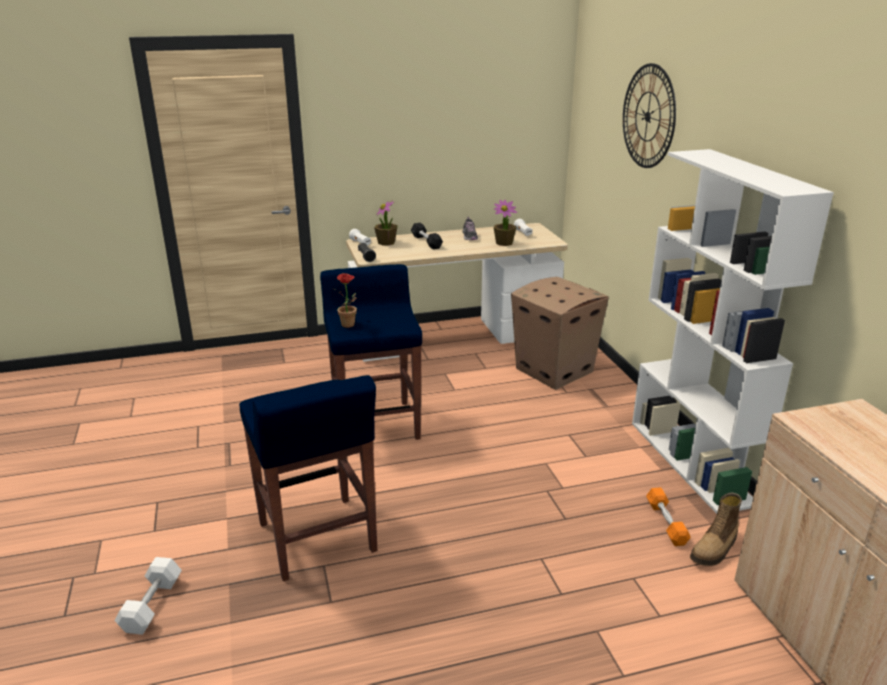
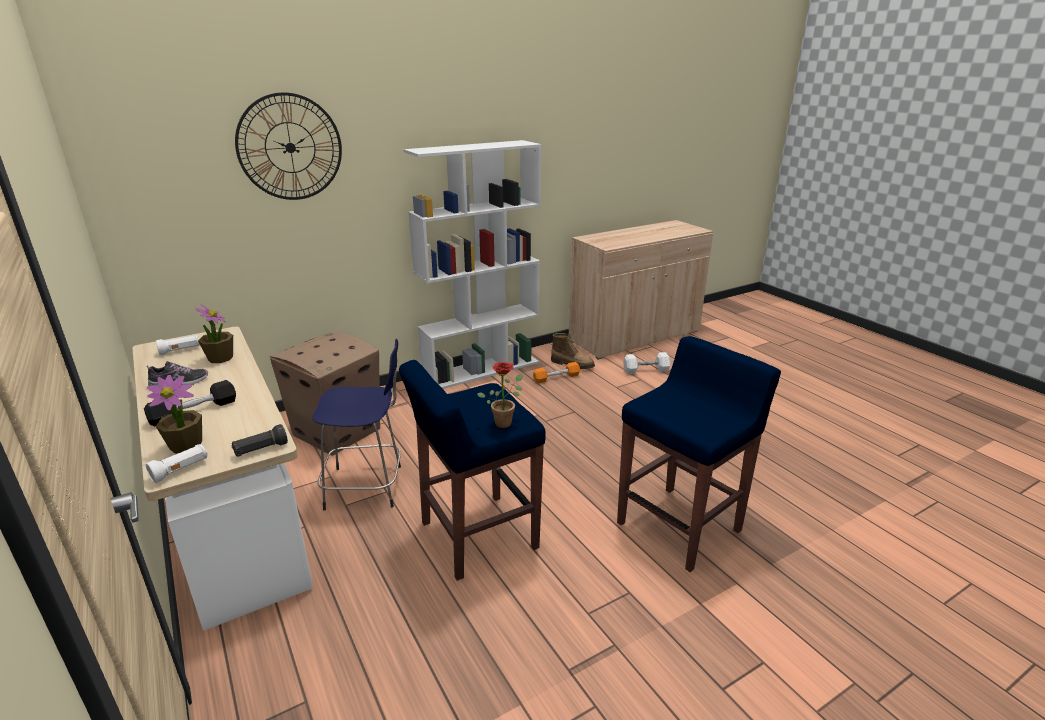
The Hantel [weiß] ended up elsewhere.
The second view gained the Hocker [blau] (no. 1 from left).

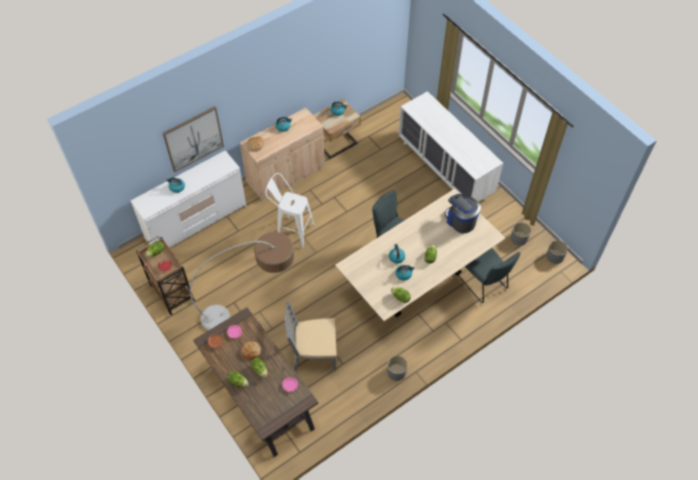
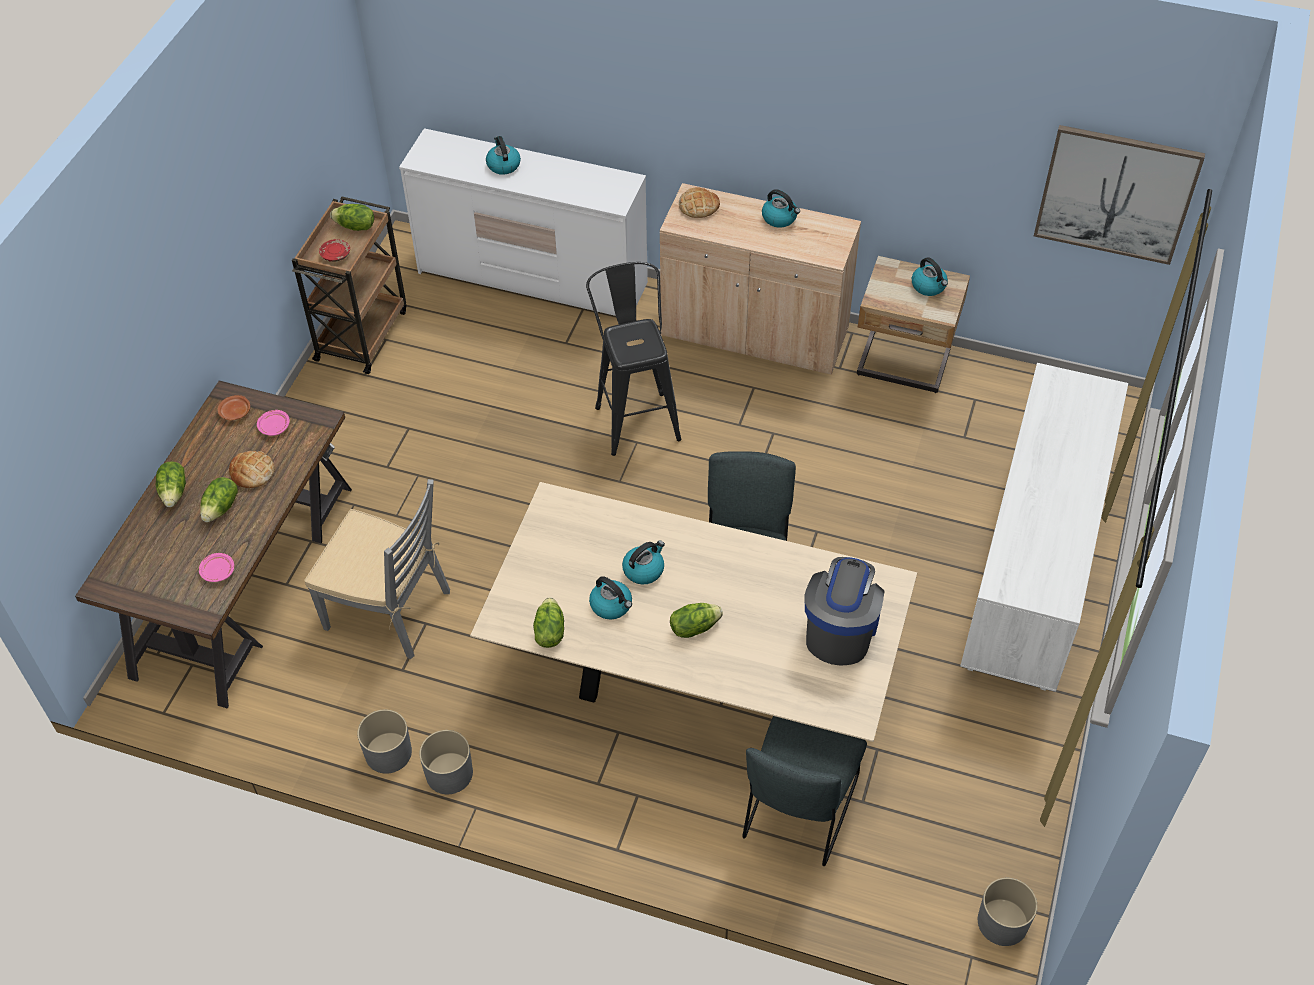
The Bild ended up elsewhere.
The second view lost the Stehlampe.
What was the Hocker [weiß] turned into the Hocker [schwarz].
The Stuhl [grau] (no. 1 from left) ended up facing another way, 150 degrees clockwise from before.
The Pflanzkübel [grau] (no. 2 from left in the first image) ended up elsewhere.

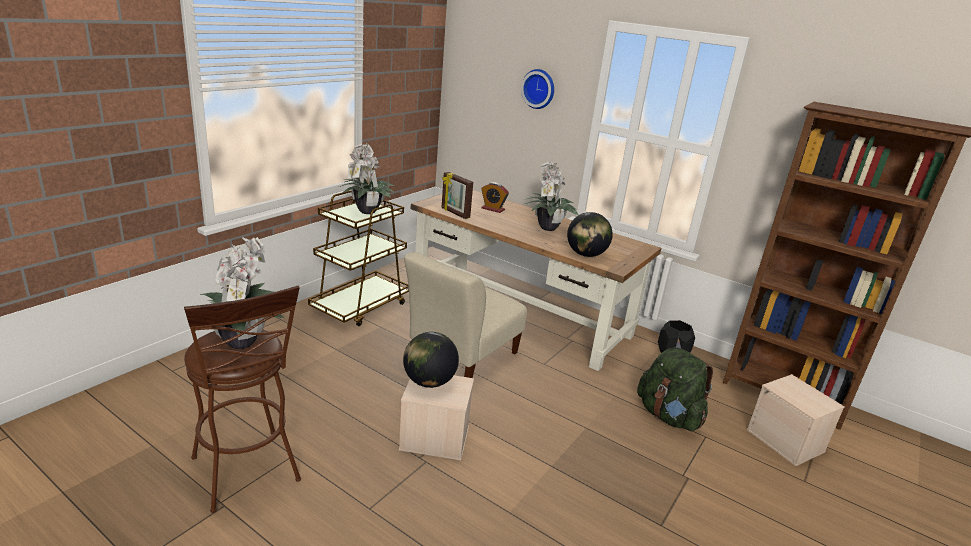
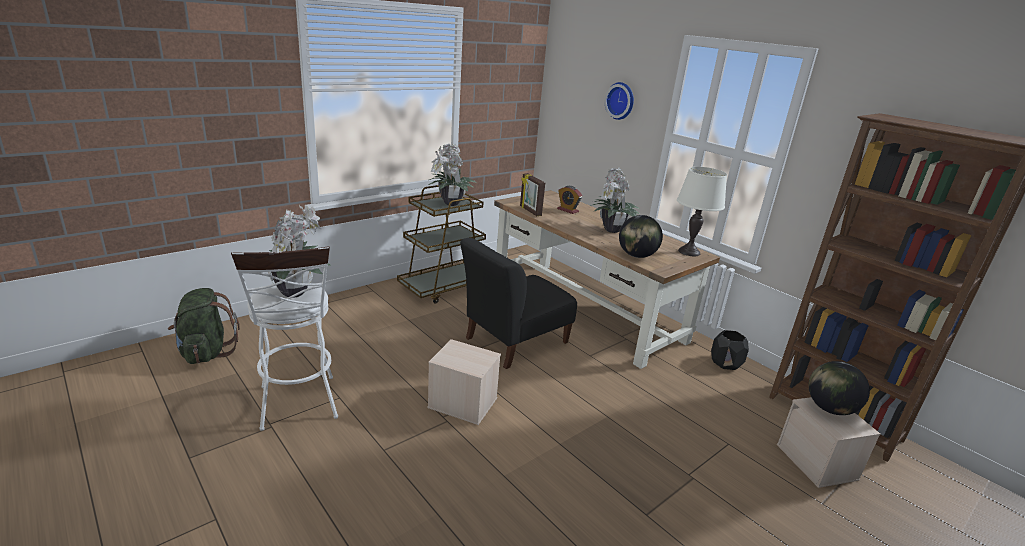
What was the Hocker [braun] turned into the Hocker [weiß].
The Globus (no. 1 from left in the first image) ended up elsewhere.
What was the Stuhl [beige] turned into the Stuhl [schwarz].
The Rucksack [grün] ended up elsewhere.
The second view gained the Tischlampe [weiß].

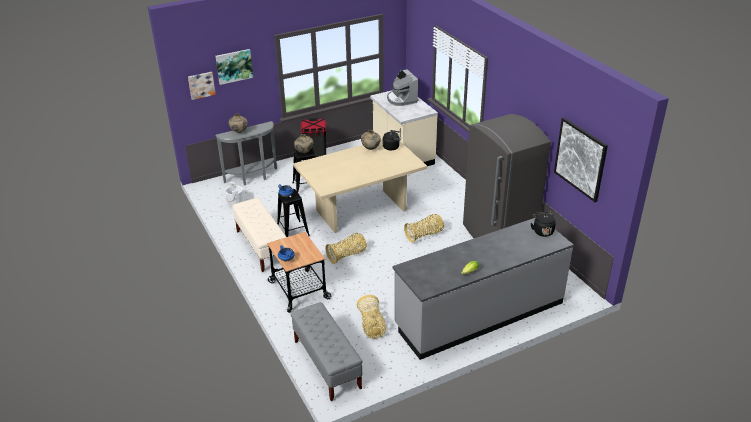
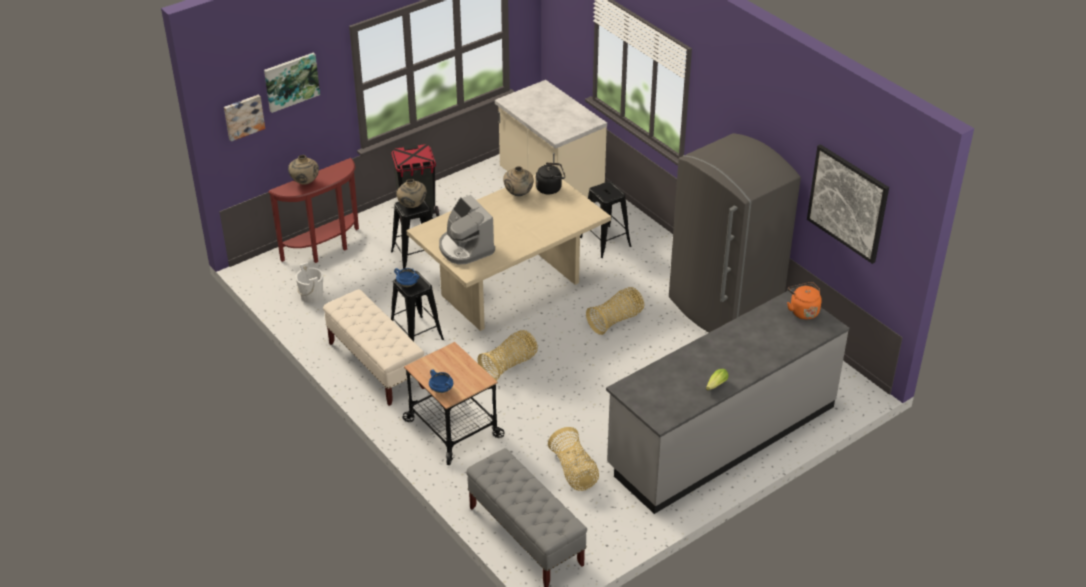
What was the Konsolentisch [grau] turned into the Konsolentisch [rot].
The Kaffeemaschine ended up elsewhere.
What was the Wasserkessel [schwarz] (no. 2 from left) turned into the Wasserkessel [orange].
The second view gained the Hocker [schwarz] (no. 3 from left).

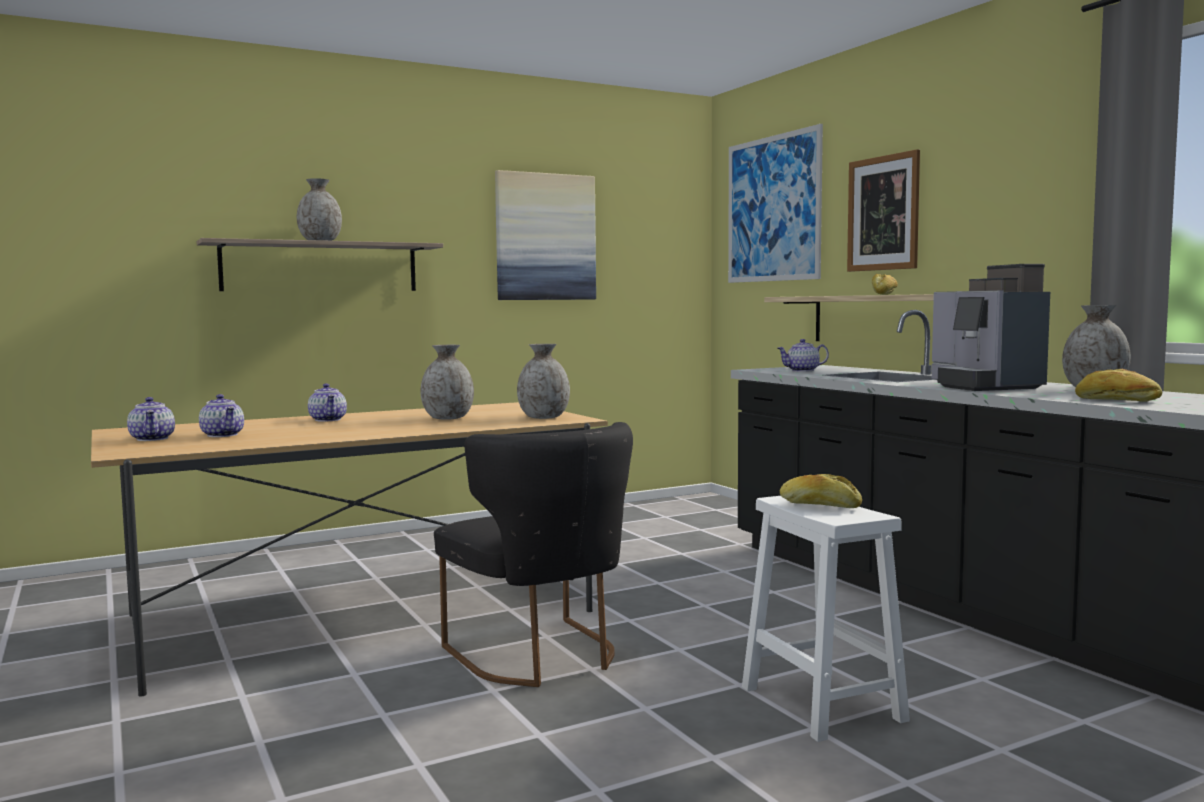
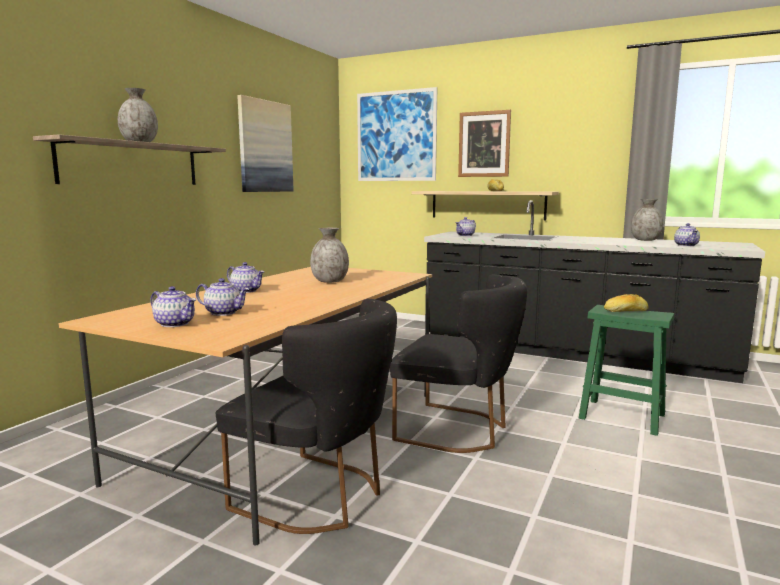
The second view lost the Vase [grau] (no. 3 from left).
What was the Hocker [weiß] turned into the Hocker [grün].
The second view lost the Kaffeemaschine.
Where the Brot (no. 3 from left) stood, the Teekanne (no. 5 from left) came to stand.
The second view gained the Stuhl [schwarz] (no. 1 from left).

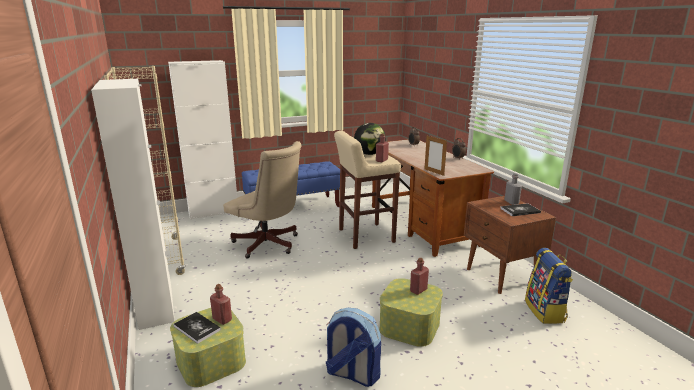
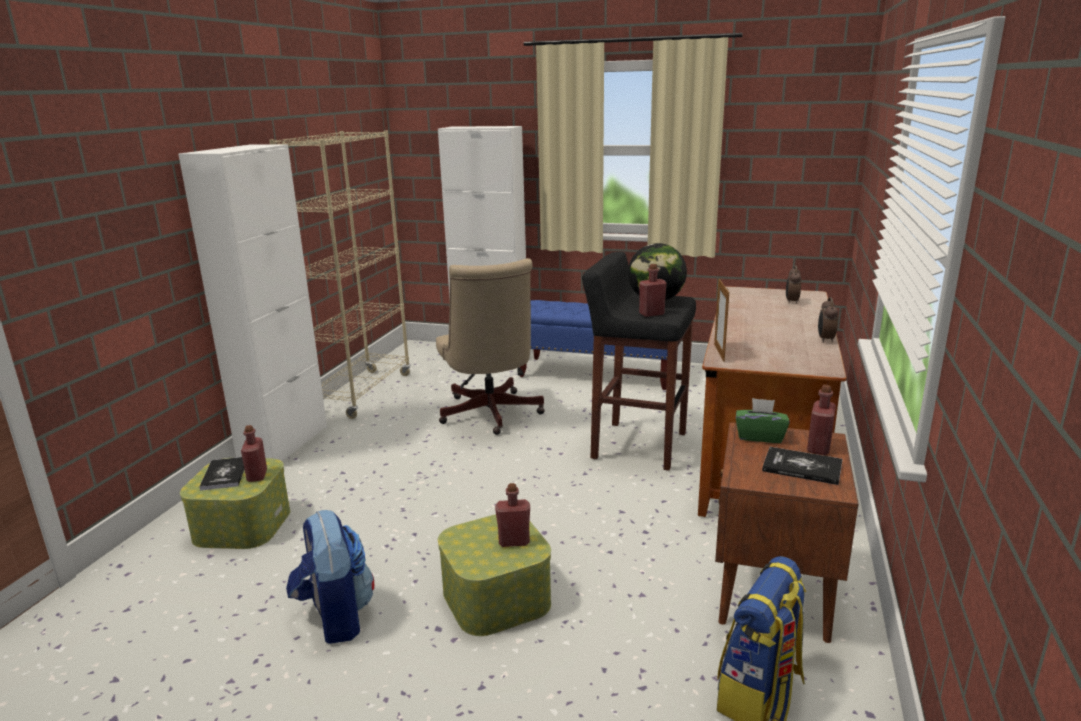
What was the Hocker [beige] turned into the Hocker [schwarz].
What was the Flasche [grau] turned into the Flasche [rot] (no. 4 from left).
The second view gained the Taschentuchbox [grün].

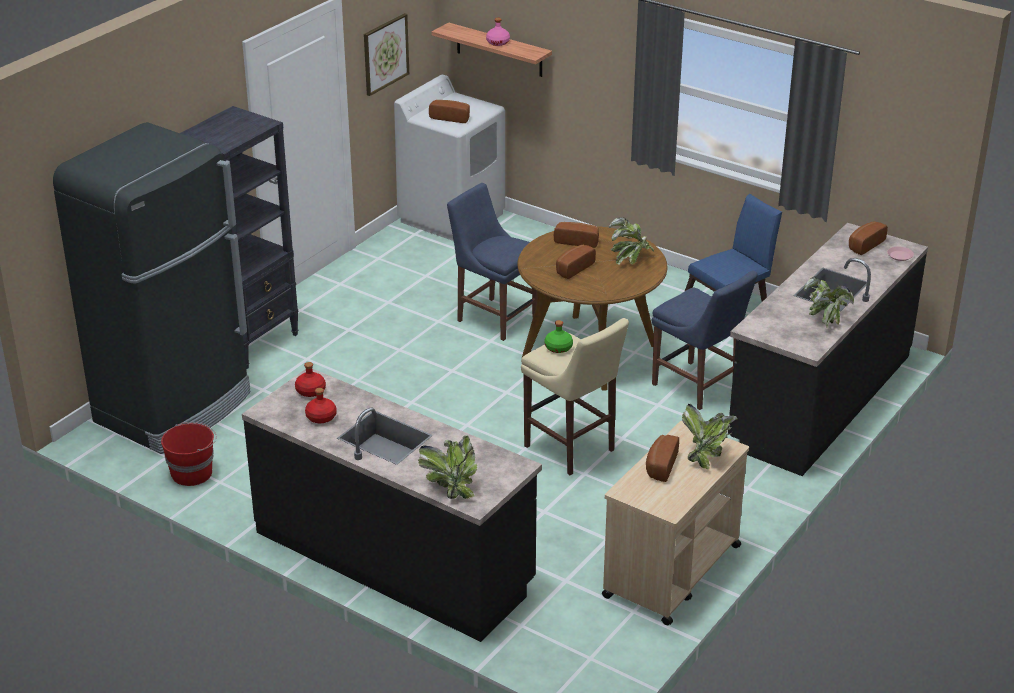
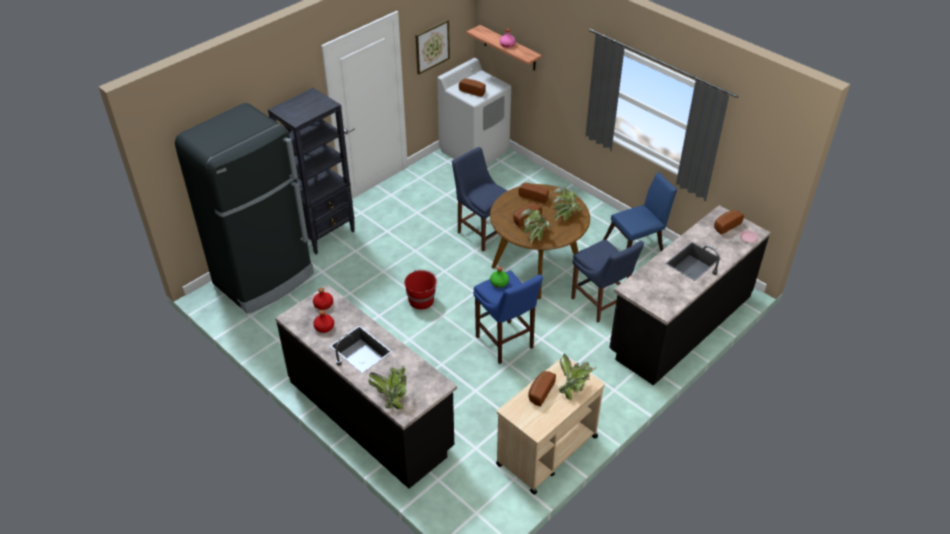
The Eimer [rot] ended up elsewhere.
What was the Hocker [beige] turned into the Hocker [blau].
The Topfpflanze (no. 4 from left in the first image) ended up elsewhere.

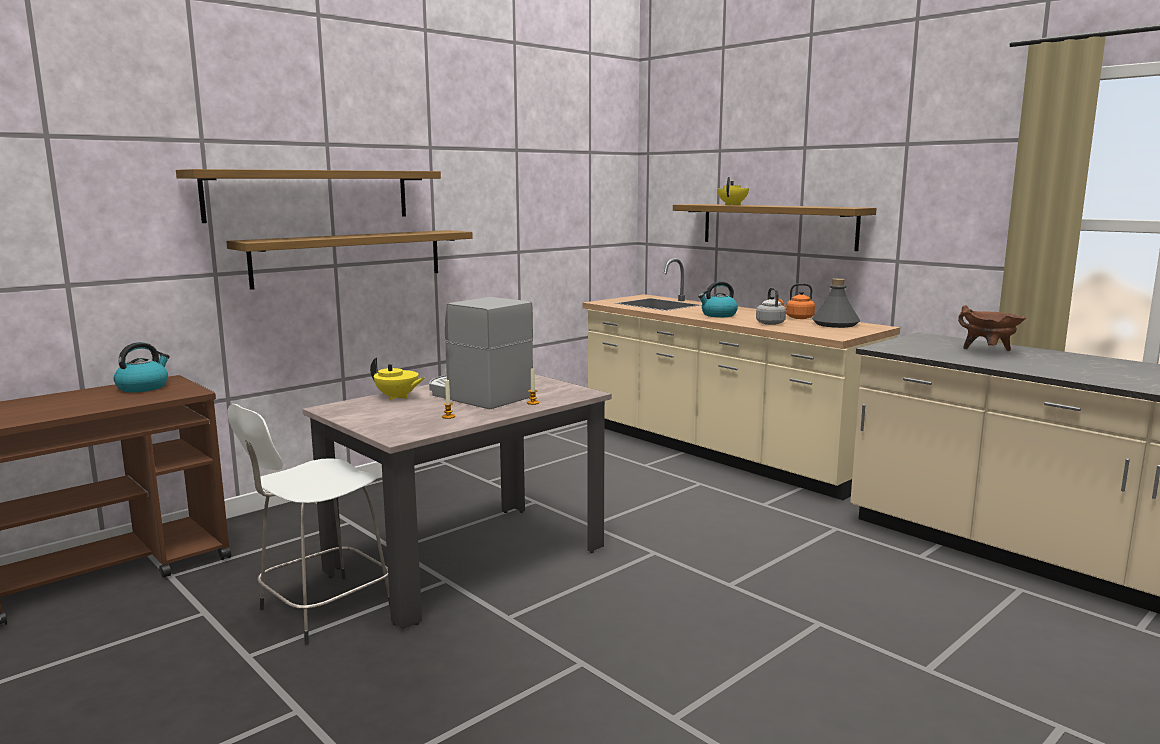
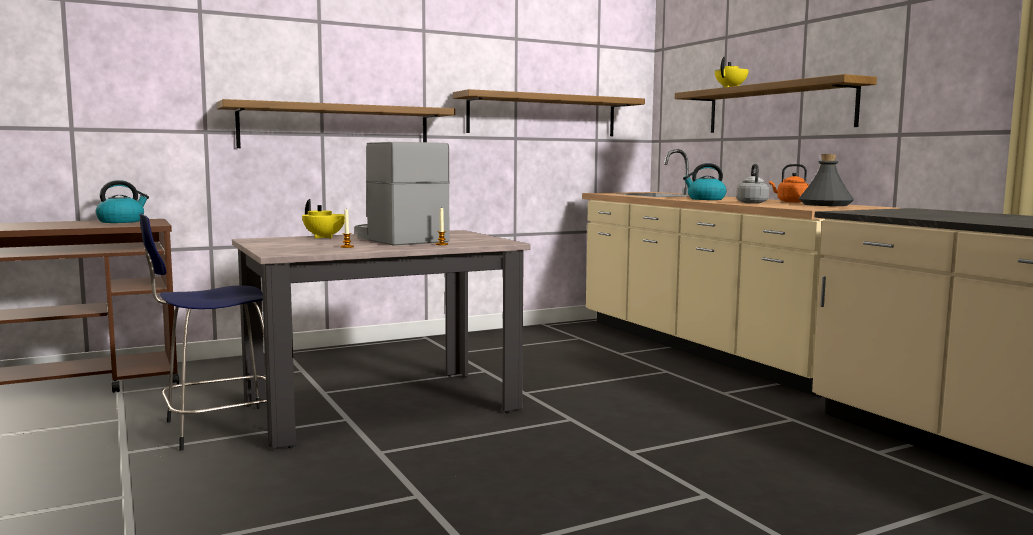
The Wandregal (no. 1 from left in the first image) ended up elsewhere.
What was the Hocker [weiß] turned into the Hocker [blau].
The second view lost the Kochtopf [braun].

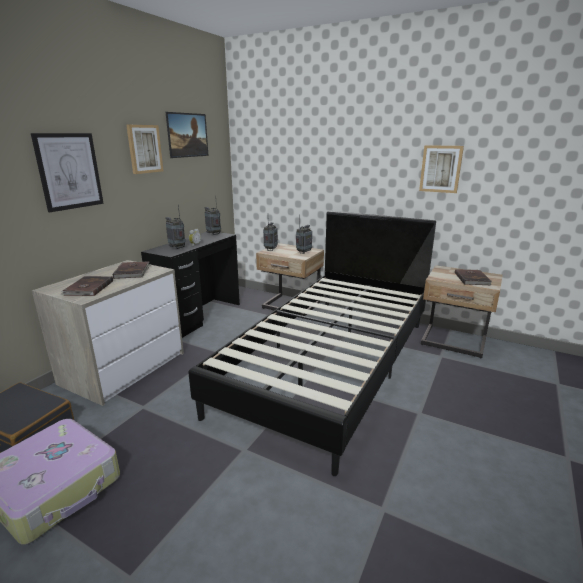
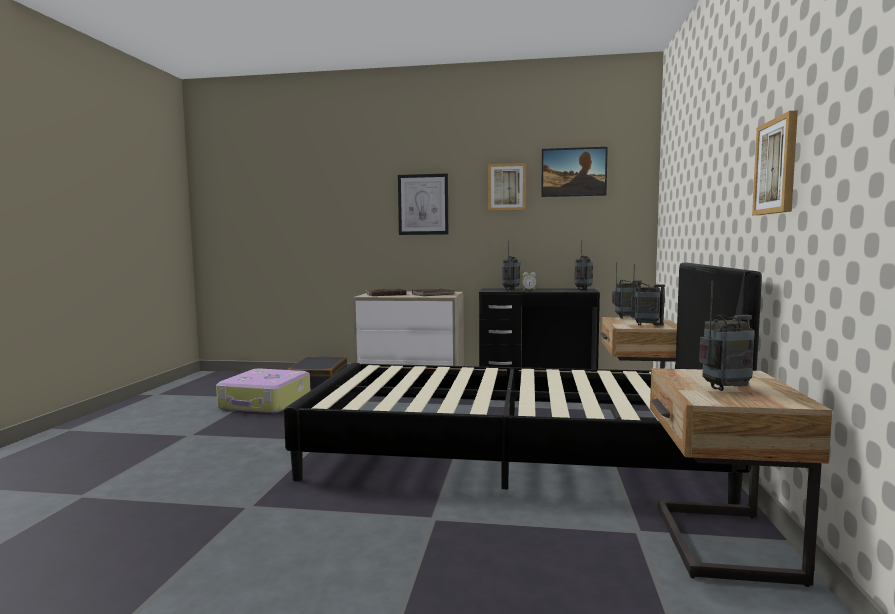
Where the Buch [braun] (no. 3 from left) stood, the Radio (no. 5 from left) came to stand.

